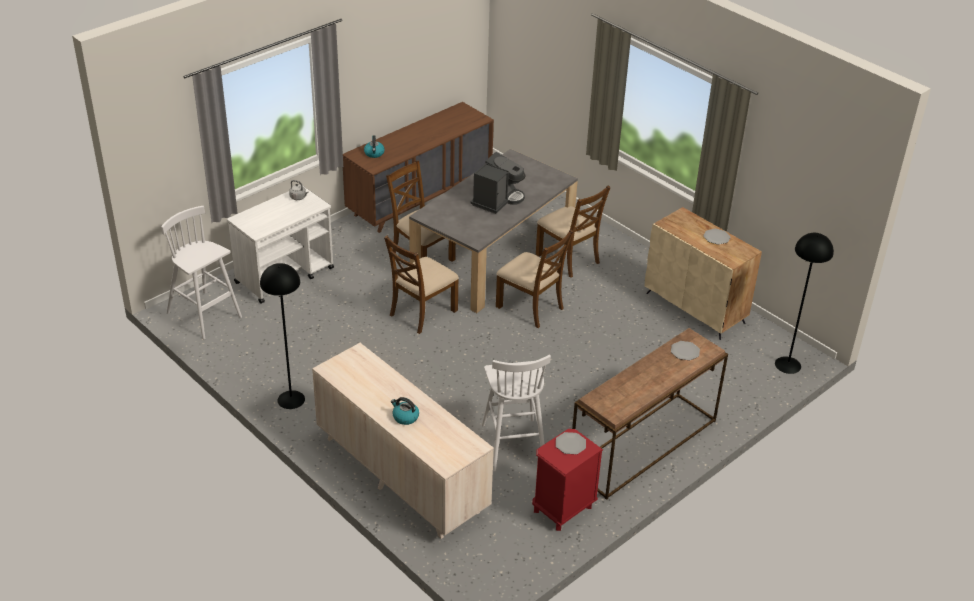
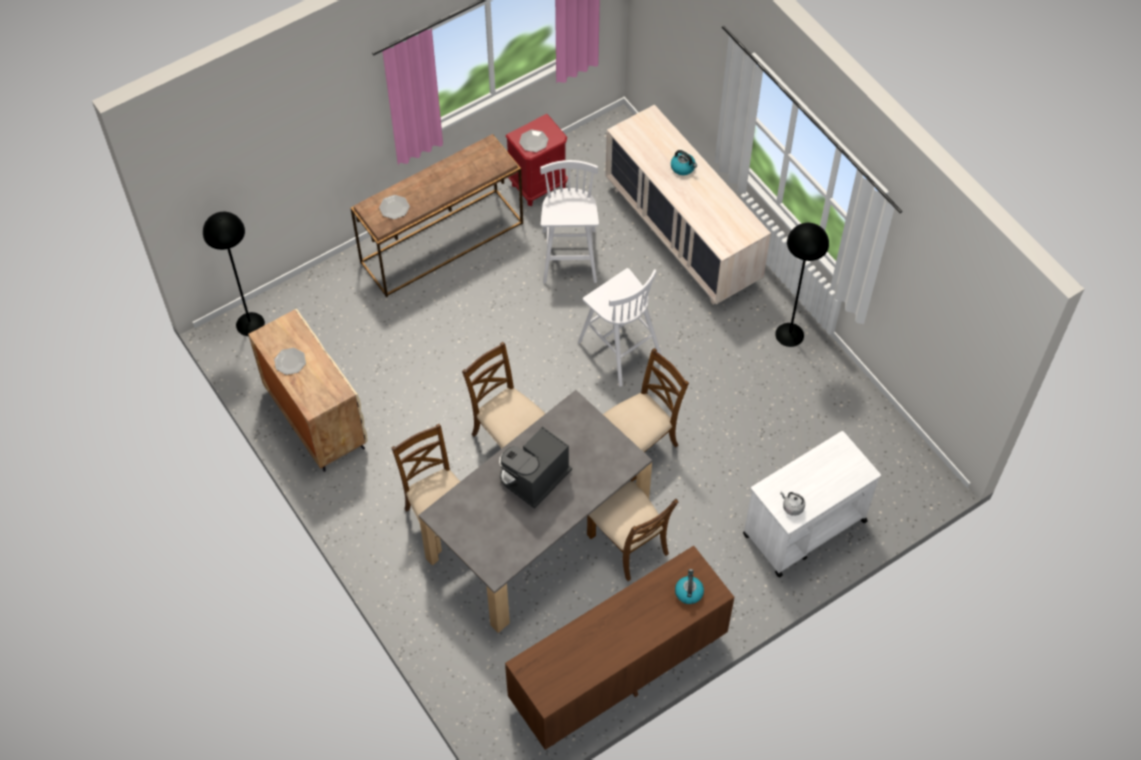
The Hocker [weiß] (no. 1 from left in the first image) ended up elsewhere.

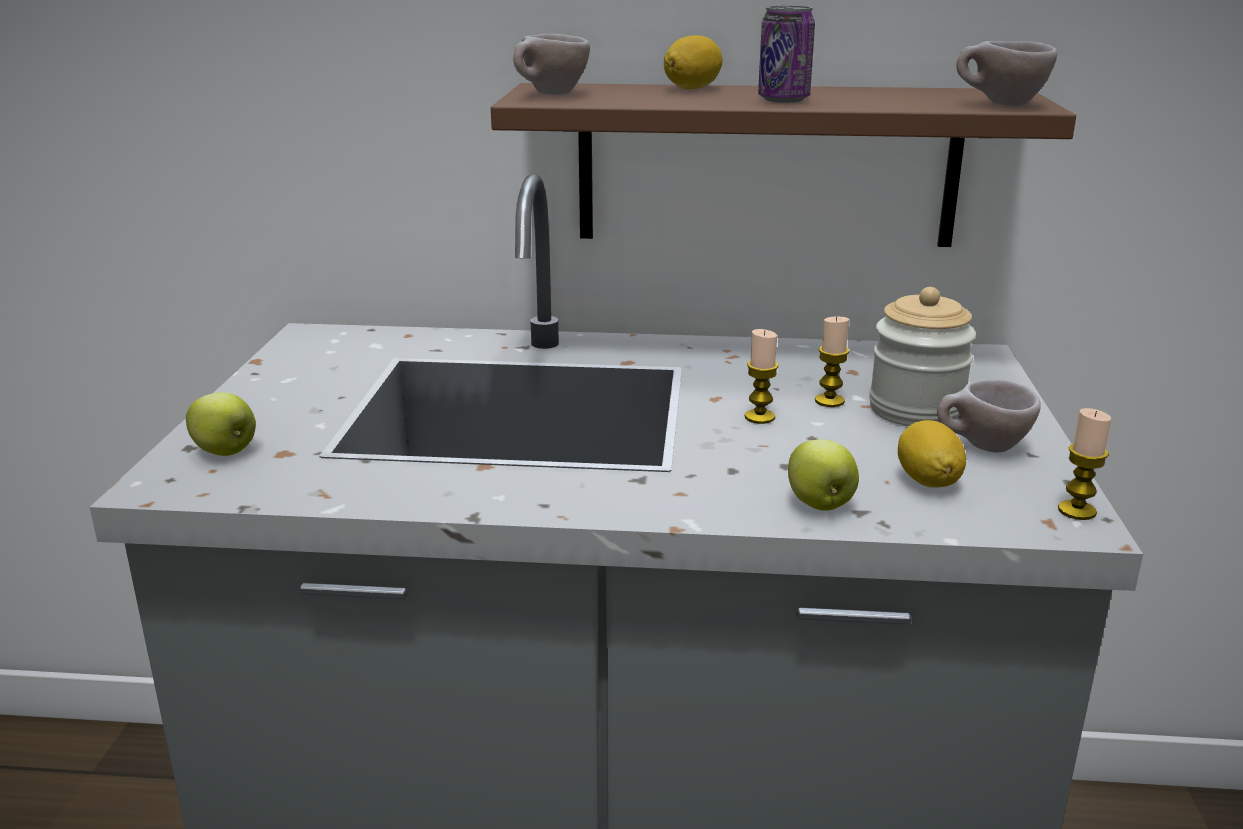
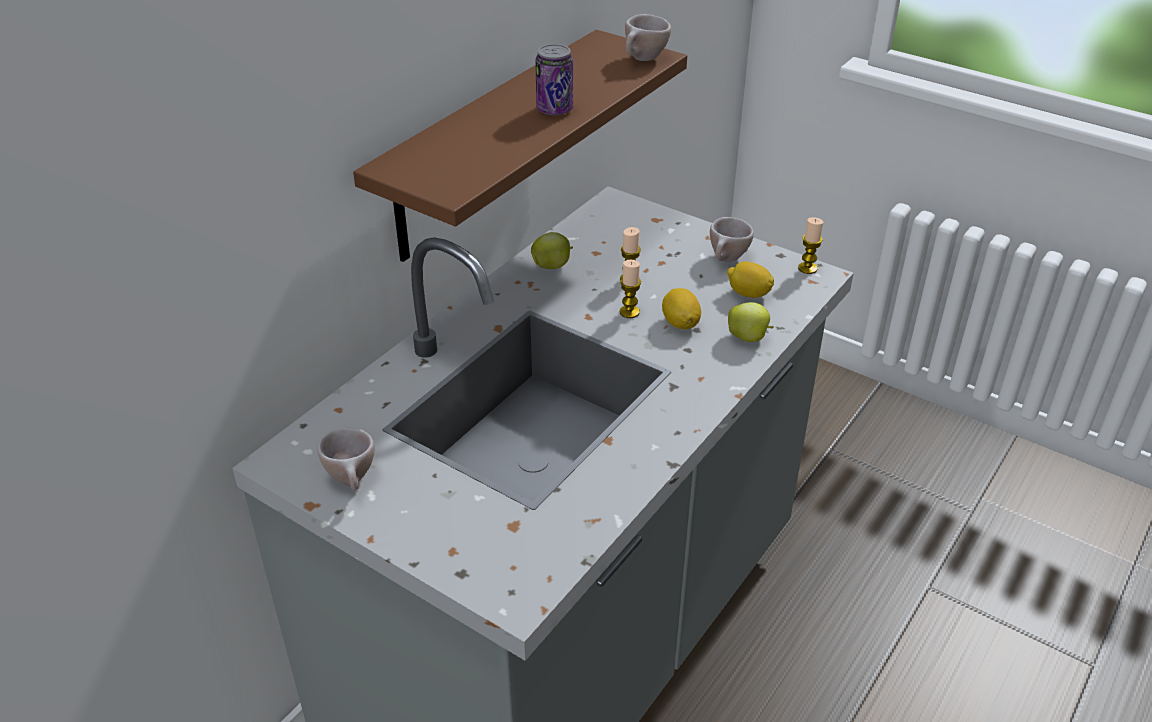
The Apfel (no. 1 from left) ended up elsewhere.
The Tasse [beige] (no. 1 from left) ended up elsewhere.
The Zitrone (no. 1 from left) ended up elsewhere.
The second view lost the Vorratsglas.

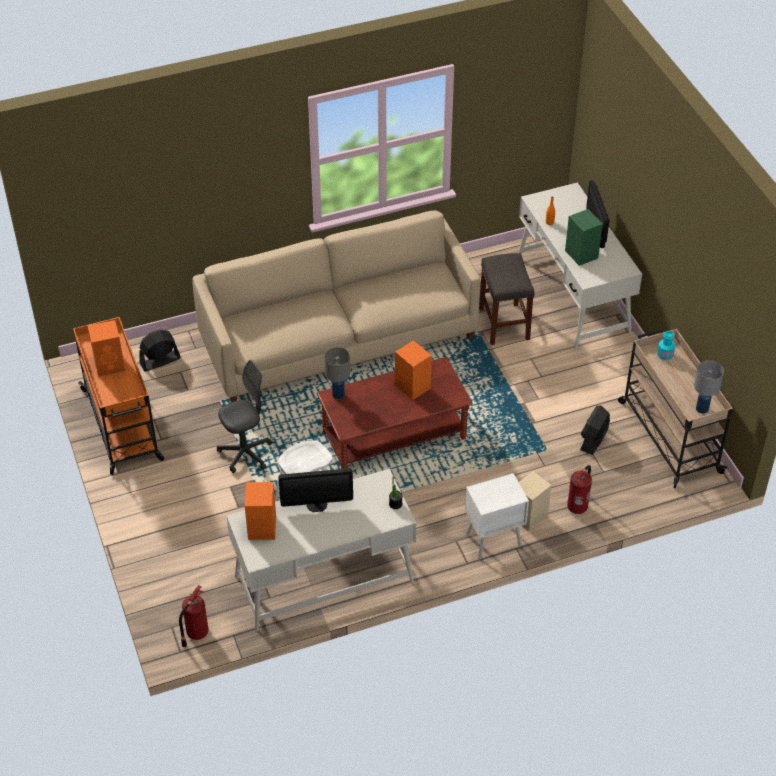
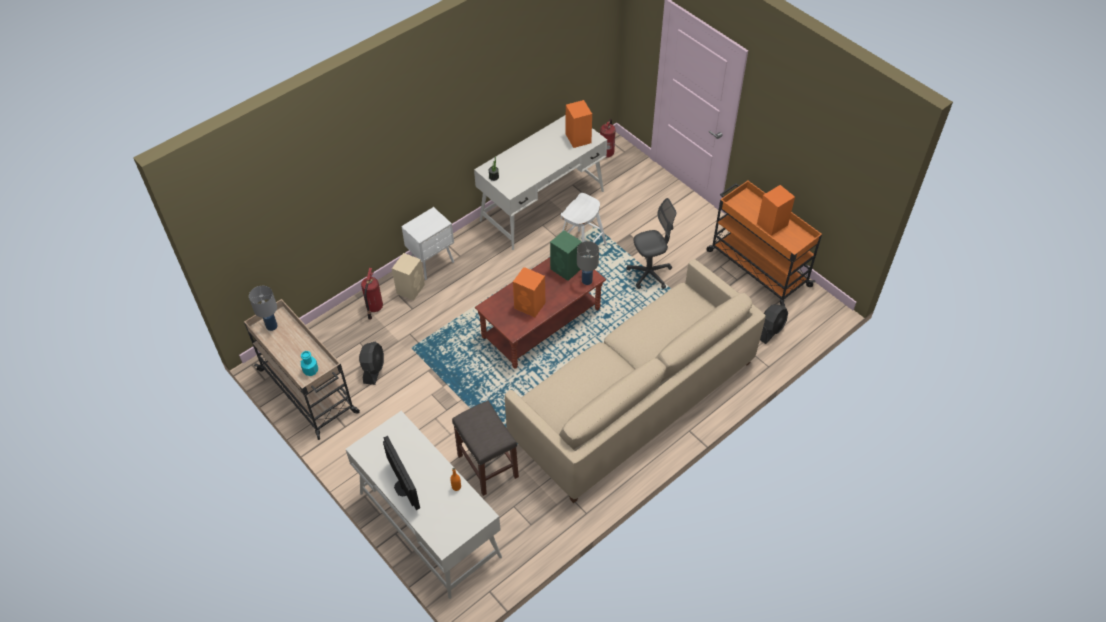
The Bürostuhl [grau] ended up facing another way, 150 degrees counterclockwise from before.
The second view lost the Monitor (no. 1 from left).
The Lautsprecher [grün] ended up elsewhere.

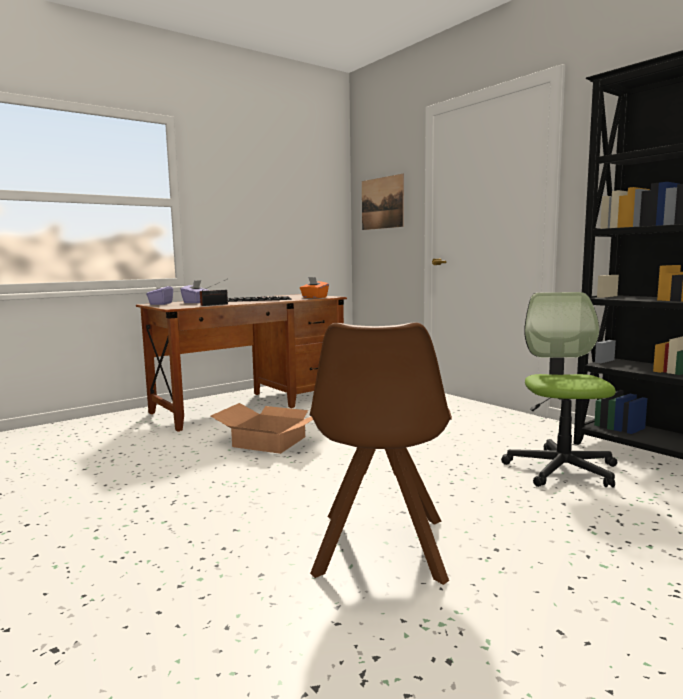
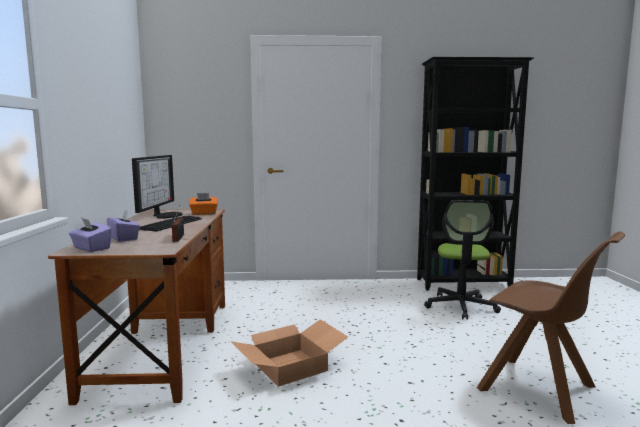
The second view lost the Bild.
The Bürostuhl ended up facing another way, 120 degrees counterclockwise from before.
The second view gained the Monitor.

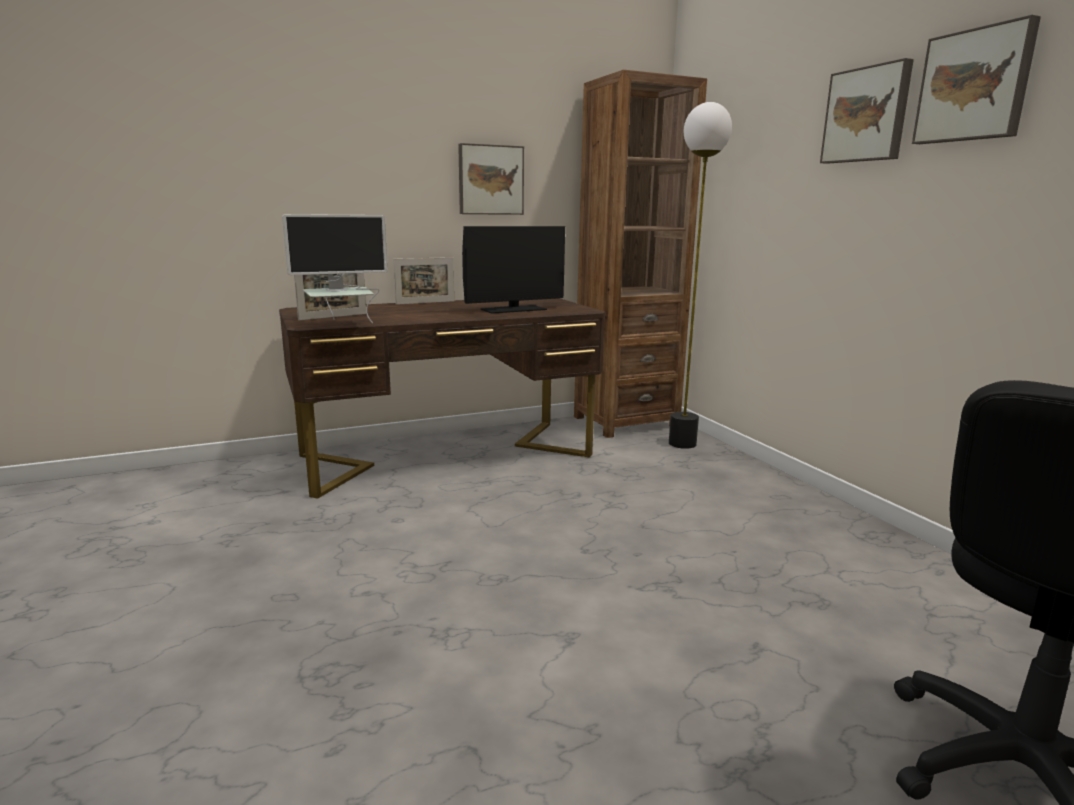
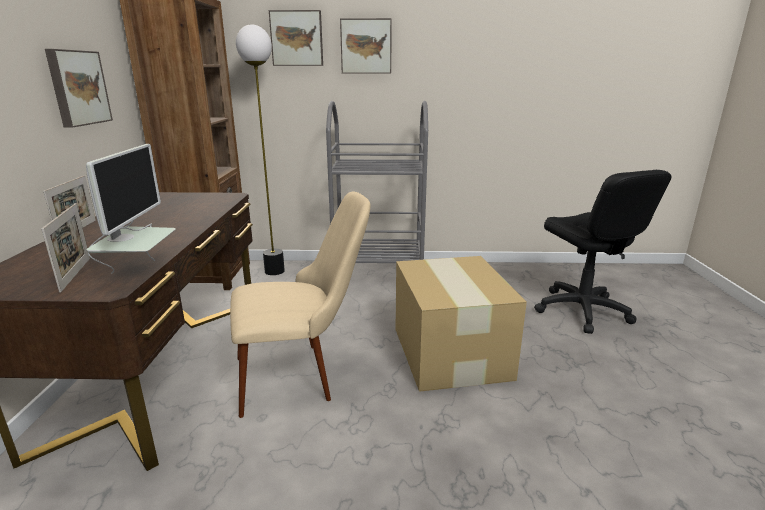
The second view lost the Monitor (no. 2 from left).
The Bild (no. 3 from left in the first image) ended up elsewhere.
The second view gained the Stuhl [beige].
The second view gained the Rollwagen [grau].
The second view gained the Karton.

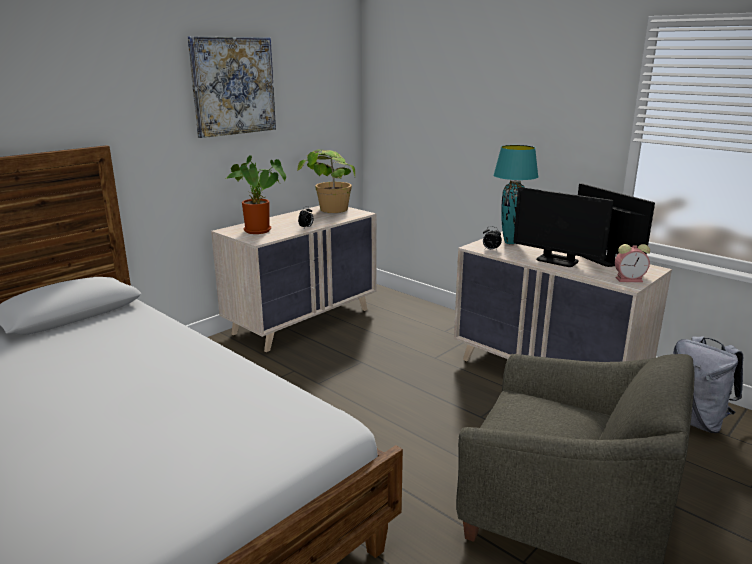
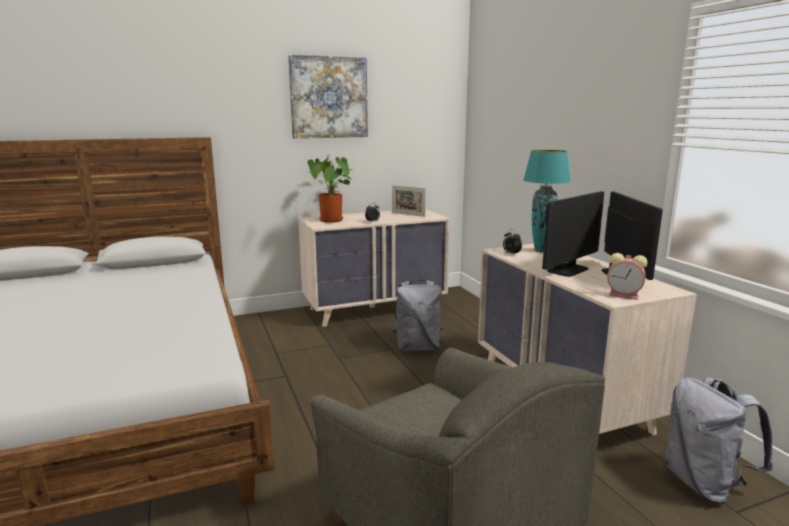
Where the Topfpflanze (no. 2 from left) stood, the Bilderrahmen came to stand.
The Monitor (no. 1 from left) ended up facing another way, 105 degrees counterclockwise from before.
The second view gained the Rucksack [grau] (no. 1 from left).

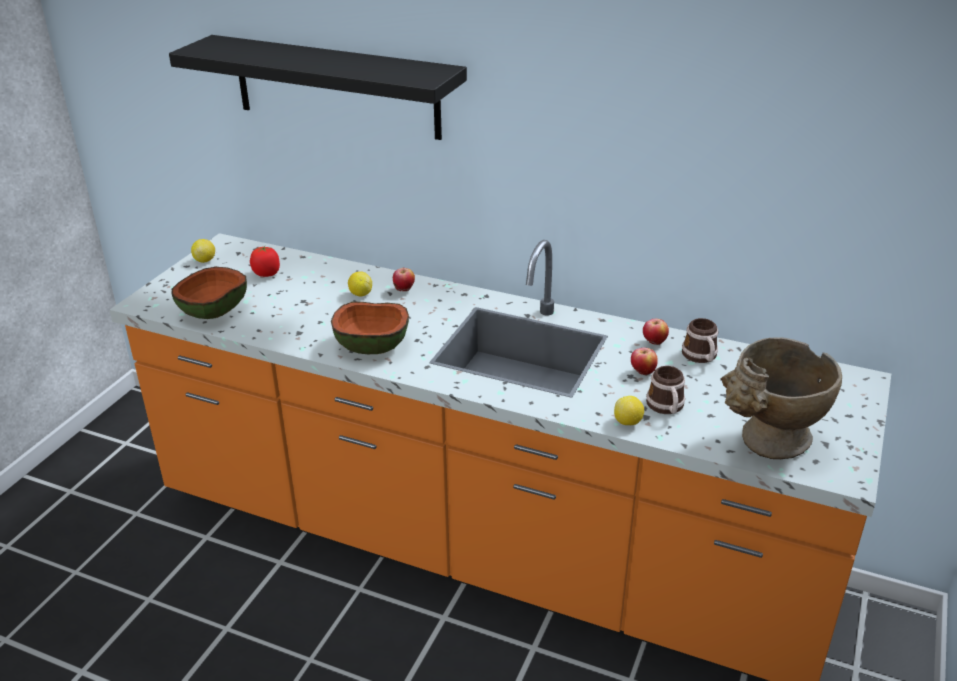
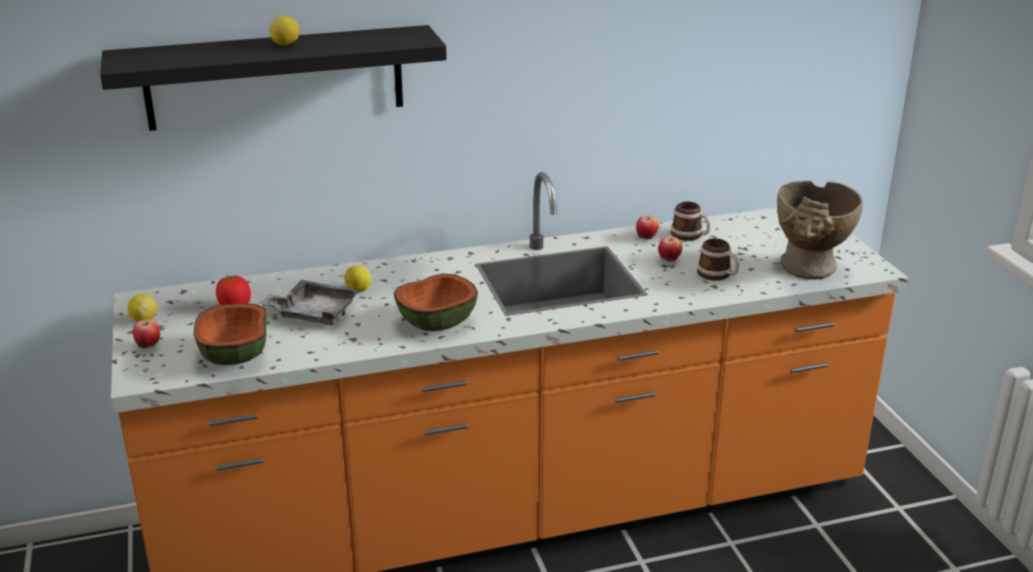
The Apfel (no. 1 from left) ended up elsewhere.
The Zitrone (no. 3 from left in the first image) ended up elsewhere.
The second view gained the Tablett [grau].

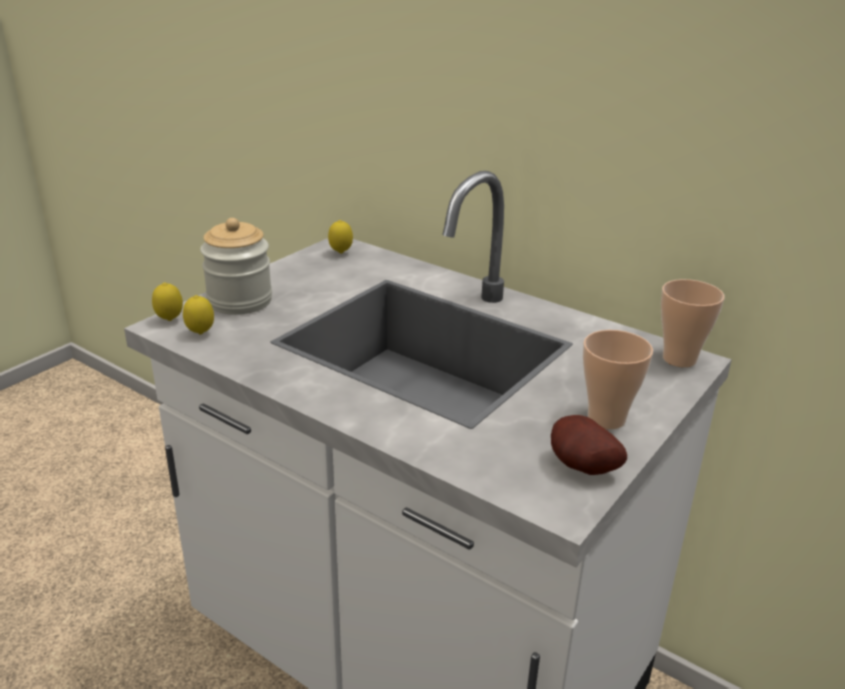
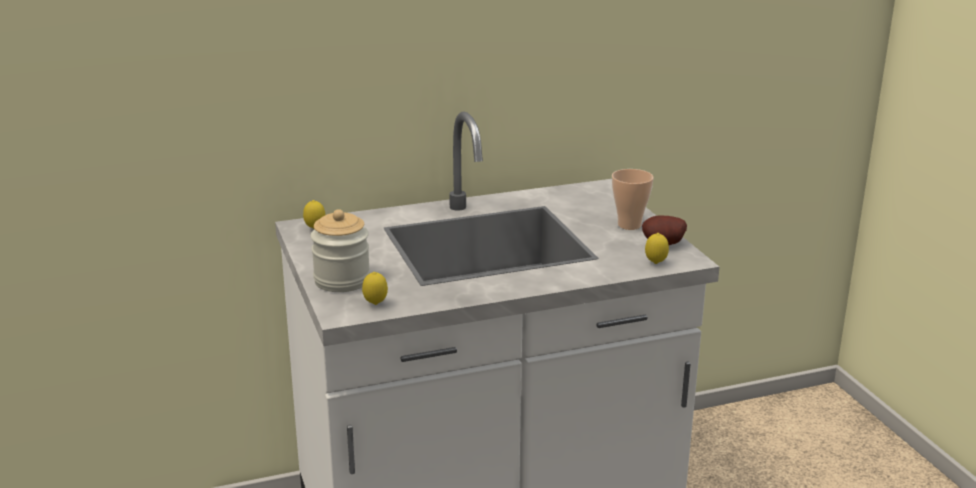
The Zitrone (no. 1 from left in the first image) ended up elsewhere.
The second view lost the Tasse (no. 2 from left).

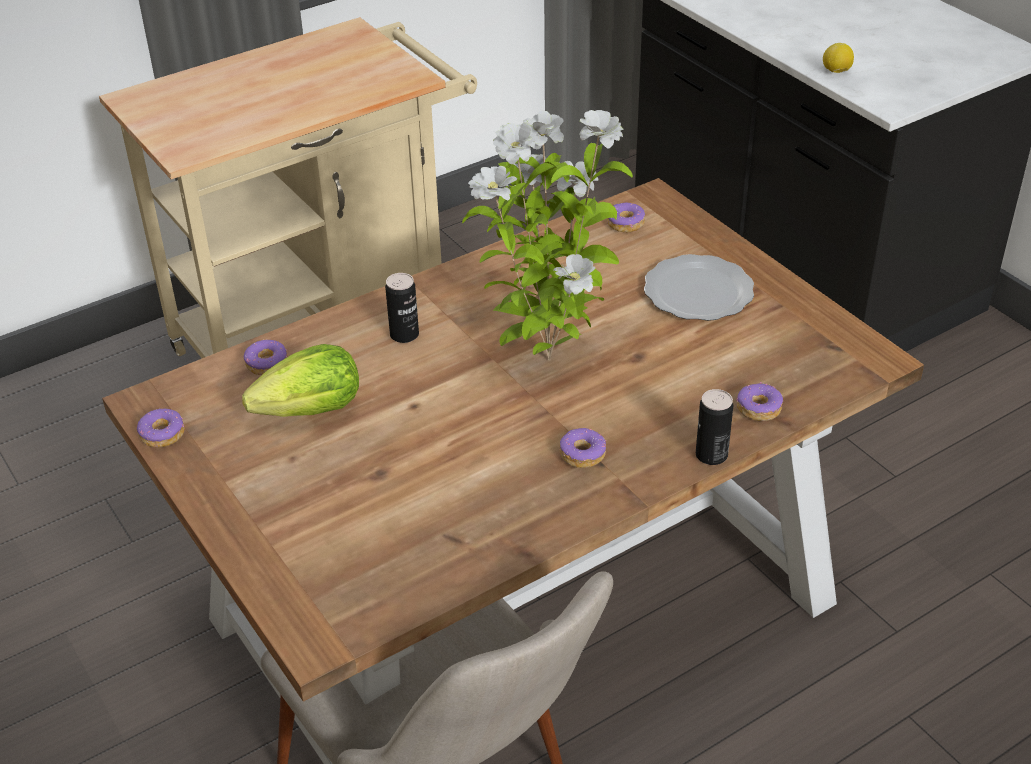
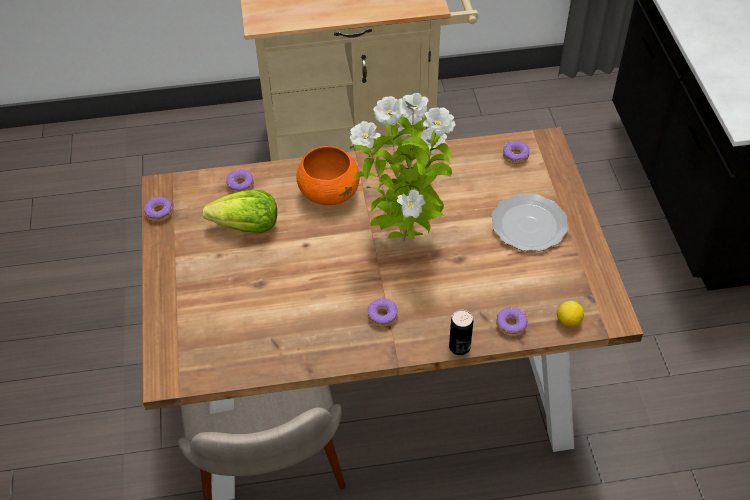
Where the Dose (no. 1 from left) stood, the Schüssel [orange] came to stand.
The Zitrone ended up elsewhere.

